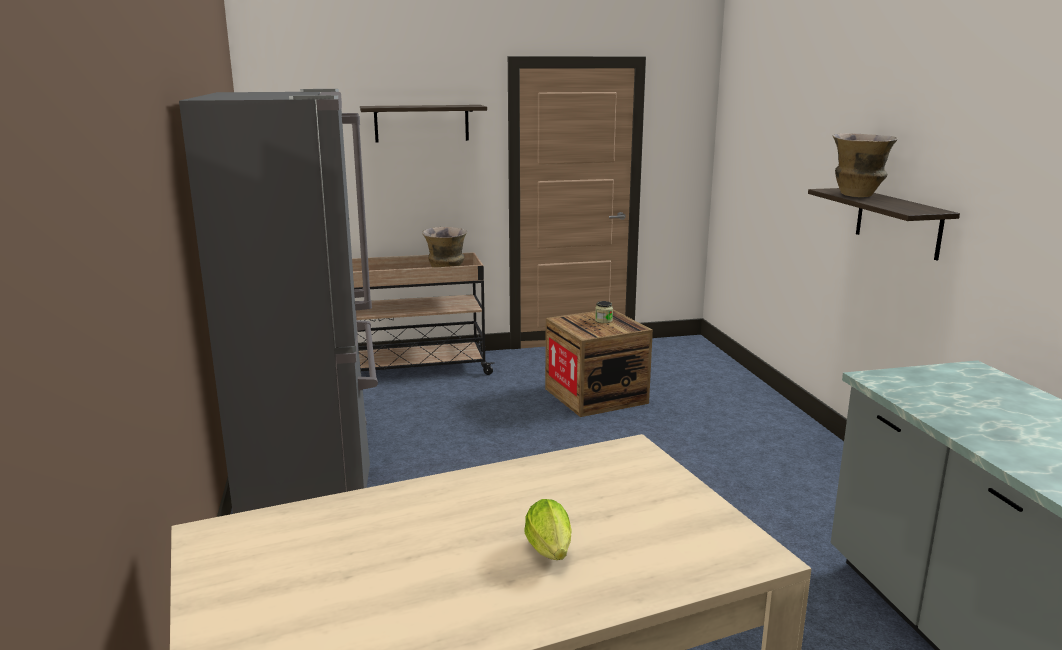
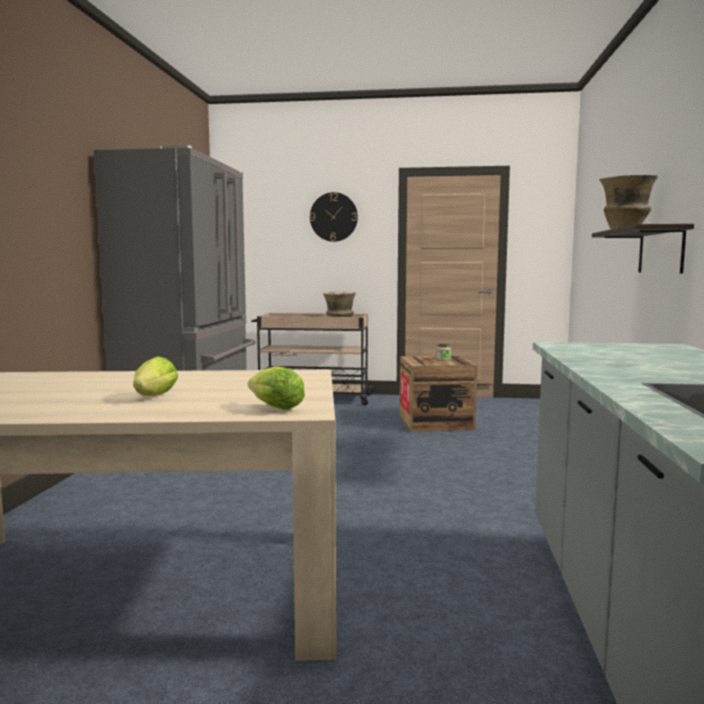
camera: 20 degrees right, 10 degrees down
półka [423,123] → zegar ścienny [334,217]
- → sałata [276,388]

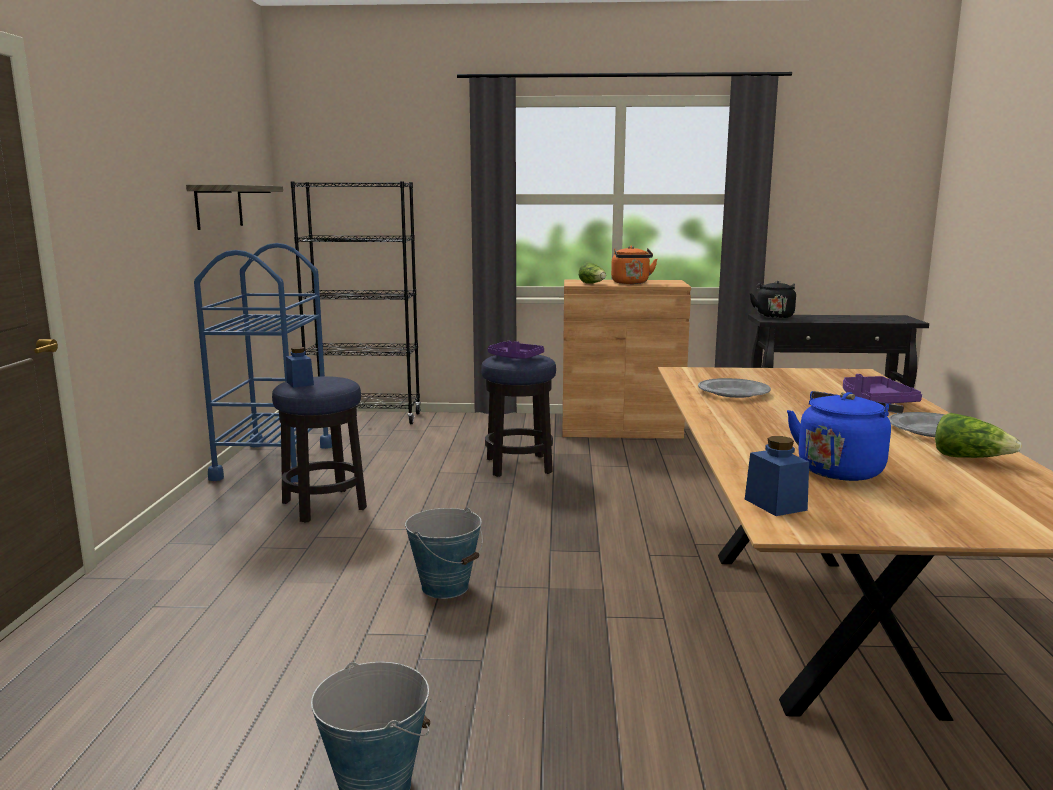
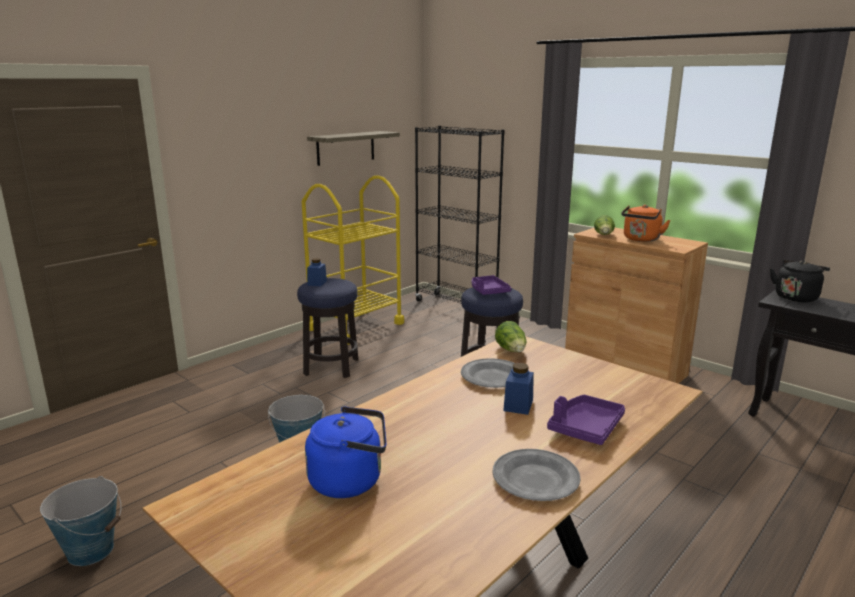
camera: 40 degrees right, 5 degrees up
wózek [niebieski] [263,363] → wózek [żółty] [353,260]
słoik [niebieski] [777,476] → słoik [niebieski] [518,389], relocated
sałata [978,435] → sałata [511,336], relocated

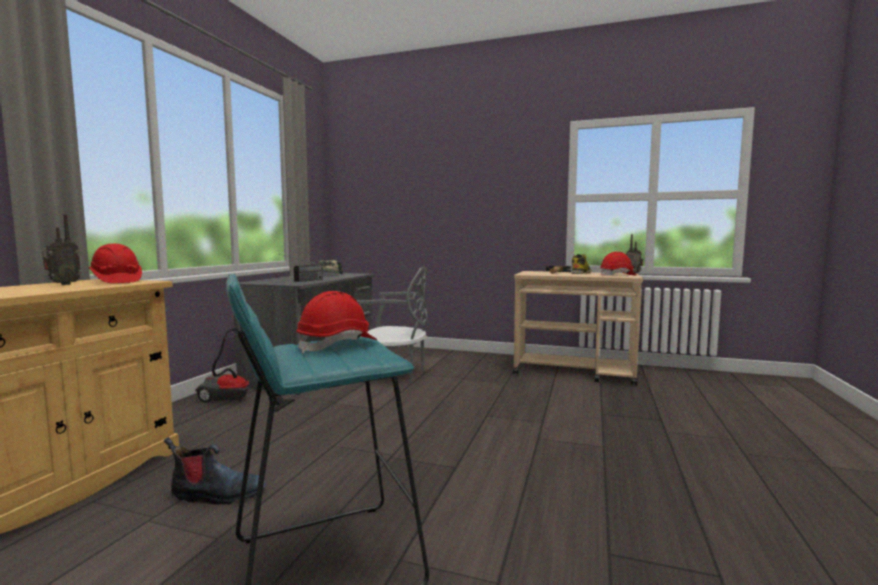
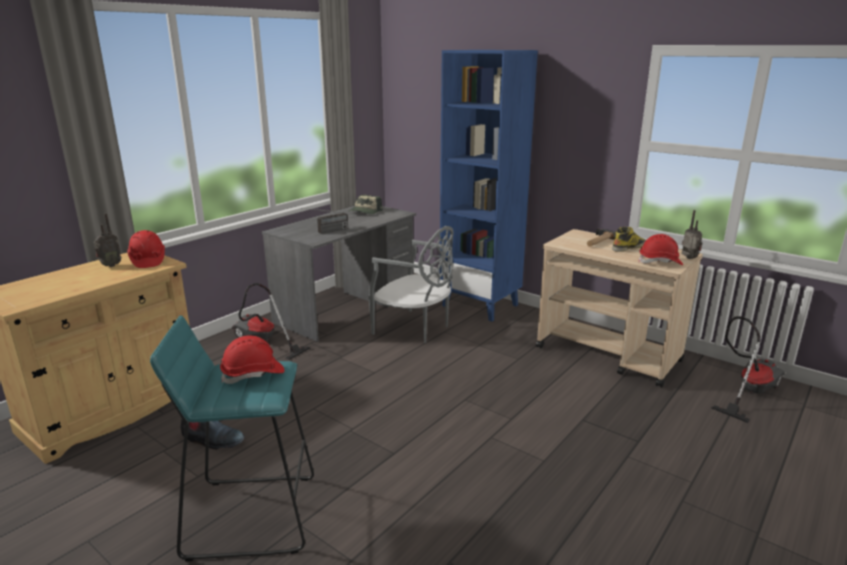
camera: 20 degrees right, 15 degrees up
- → regał [niebieski] [488,186]
- → odkurzacz [748,369]

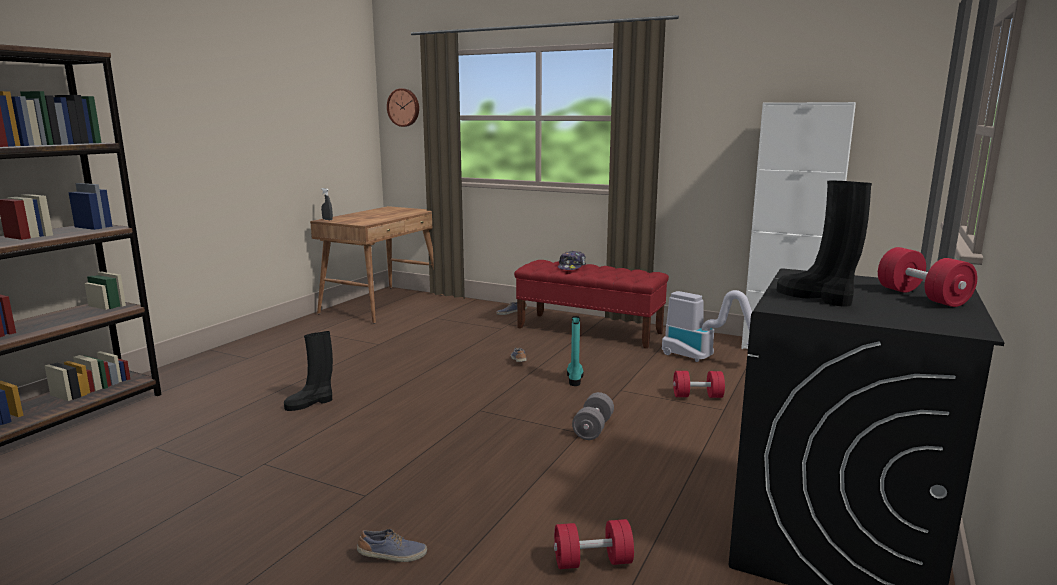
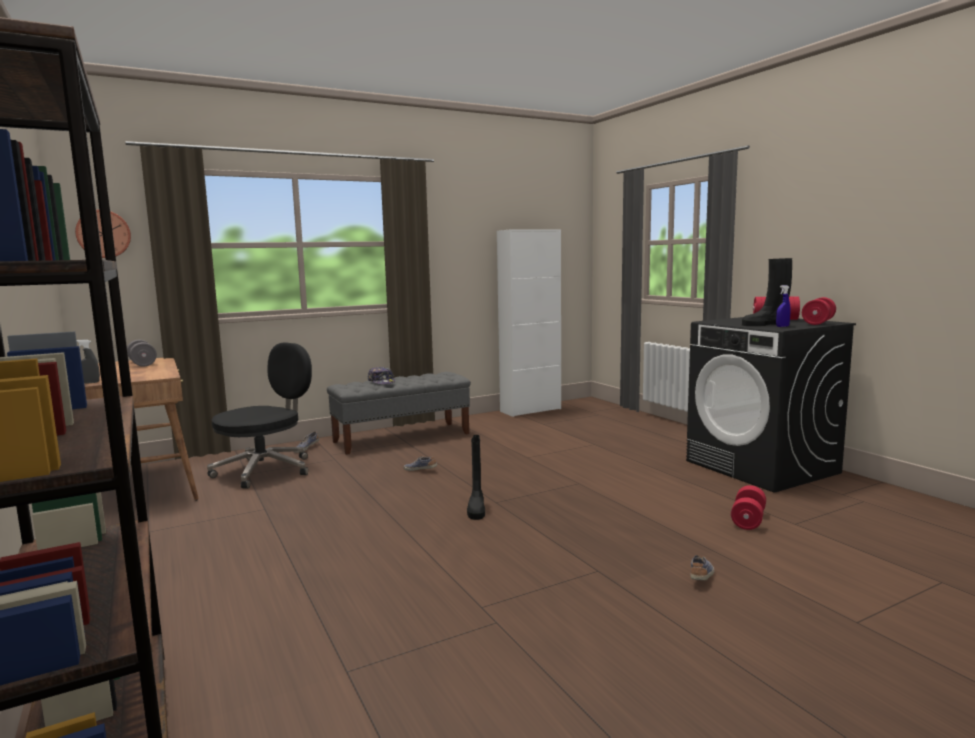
camera: 55 degrees left, 5 degrees down
but z cholewką [czarny] [308,371] → but z cholewką [czarny] [476,477], relocated
ławka [czerwony] [591,304] → ławka [szary] [399,413]
but z cholewką [turkusowy] [575,351] → -
hantel [szary] [593,416] → hantel [szary] [142,353], relocated
odkurzacz [707,326] → -
hantel [czerwony] [699,384] → hantel [czerwony] [819,311], relocated
- → krzesło biurowe [czarny] [259,415]
- → spryskiwacz [niebieski] [783,306]

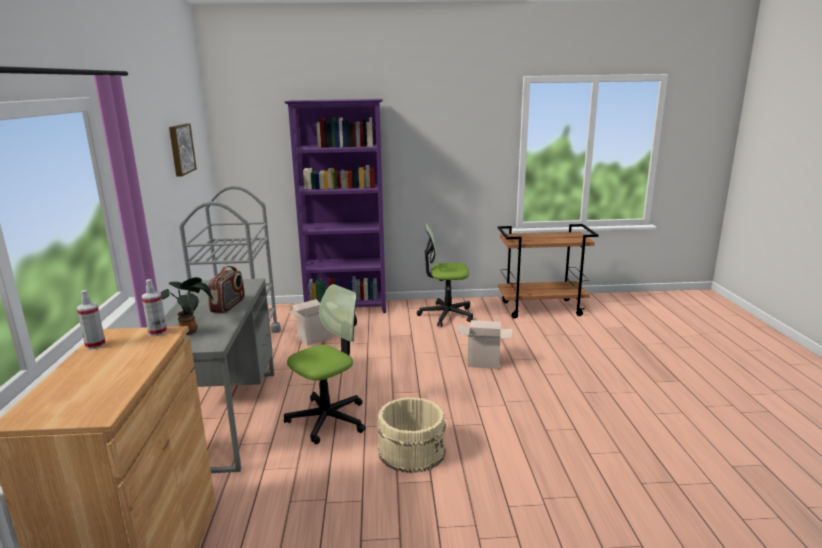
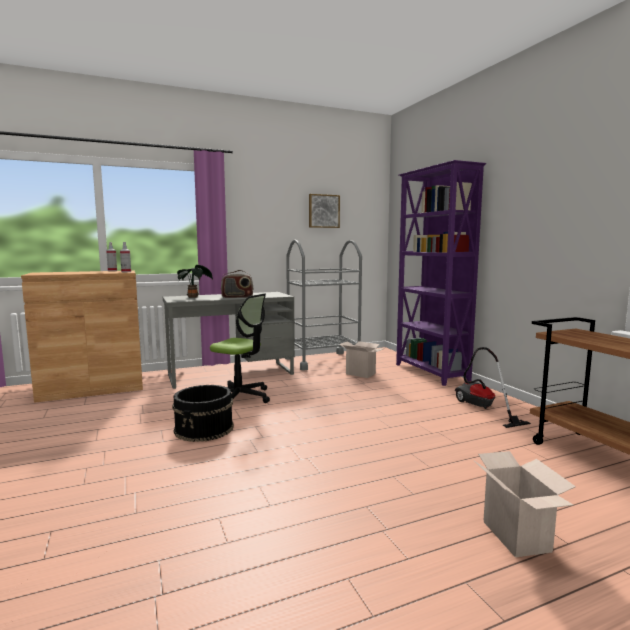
camera: 70 degrees right, 10 degrees down
wiadro [beżowy] [411,435] → wiadro [czarny] [203,413]
krzesło biurowe [445,275] → odkurzacz [493,387]
karton [485,344] → karton [525,504], relocated

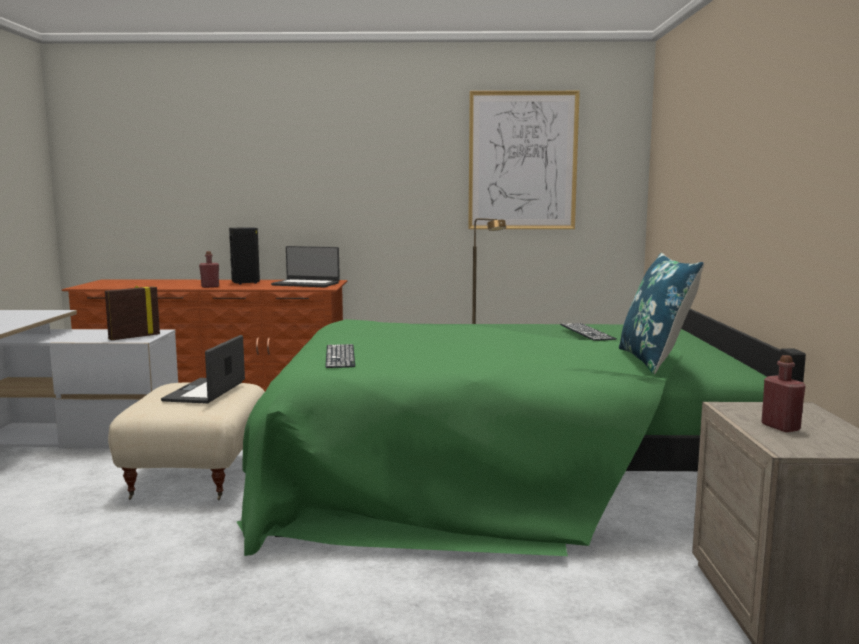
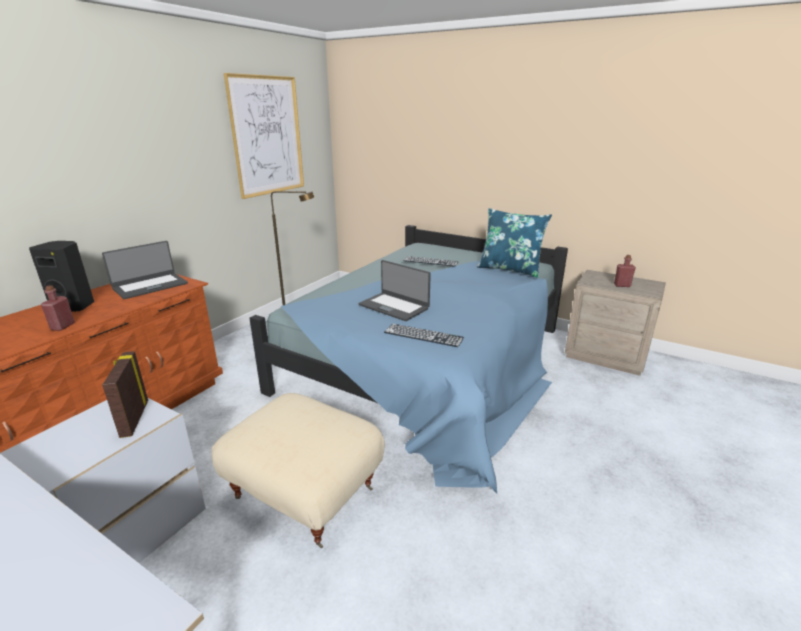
camera: 60 degrees left, 15 degrees up
laptop [203,369] → laptop [394,290], relocated
łóżko [zielony] [521,432] → łóżko [niebieski] [408,359]

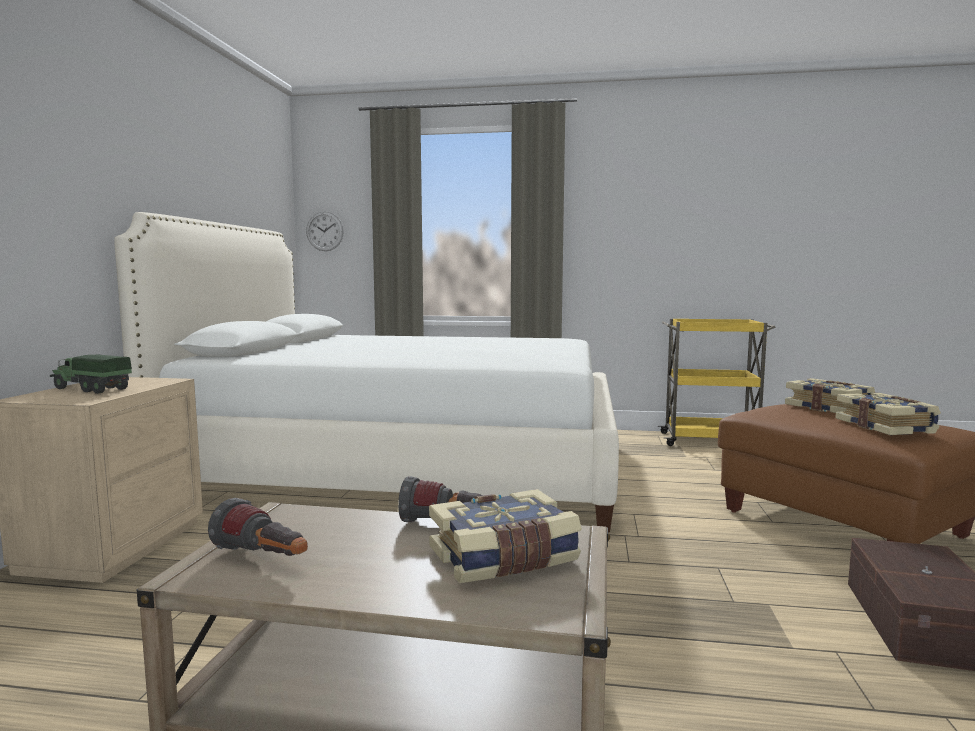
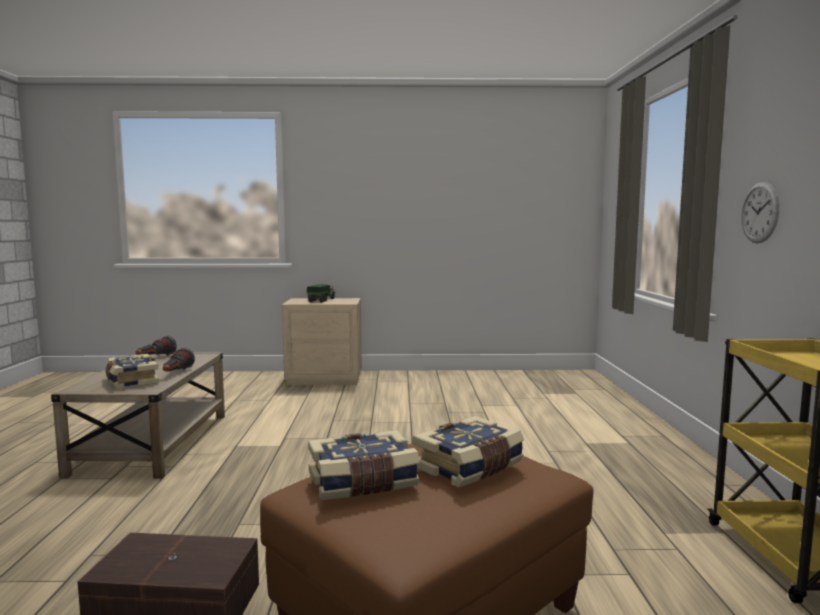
camera: 80 degrees right, 0 degrees up
łóżko [biały] [366,372] → -
zegar ścienny [325,231] → zegar ścienny [760,212], relocated

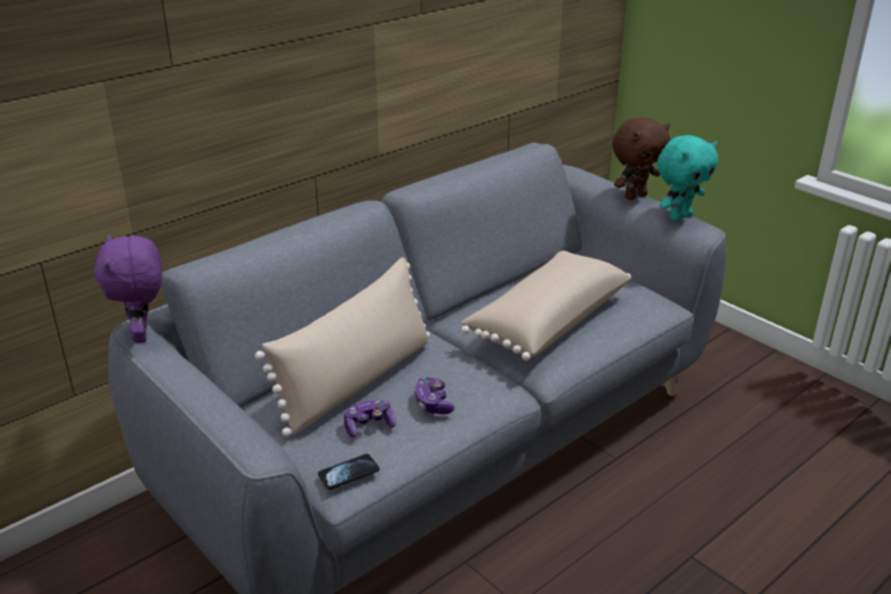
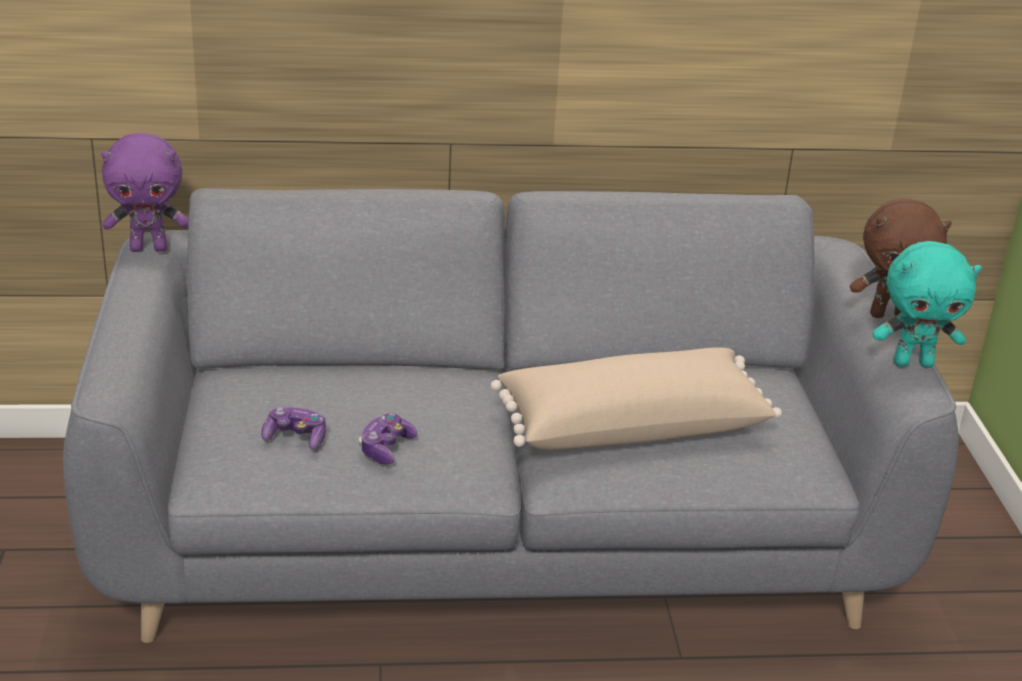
camera: 35 degrees right, 0 degrees up
pluszak [fioletowy] [128,288] → pluszak [fioletowy] [145,192], 120 degrees counterclockwise
poduszka [beżowy] [342,347] → -
telefon [349,472] → -

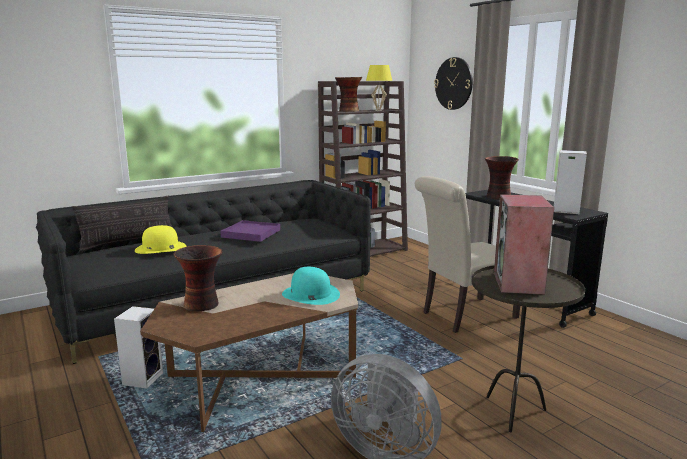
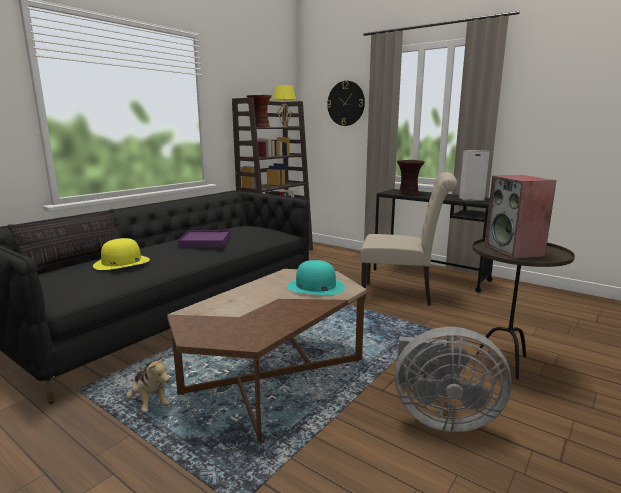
camera: 20 degrees left, 0 degrees up
głośnik [138,347] → pluszak [148,383]
wazon [198,278] → -
krzesło [beżowy] [467,254] → krzesło [beżowy] [408,238], 120 degrees counterclockwise

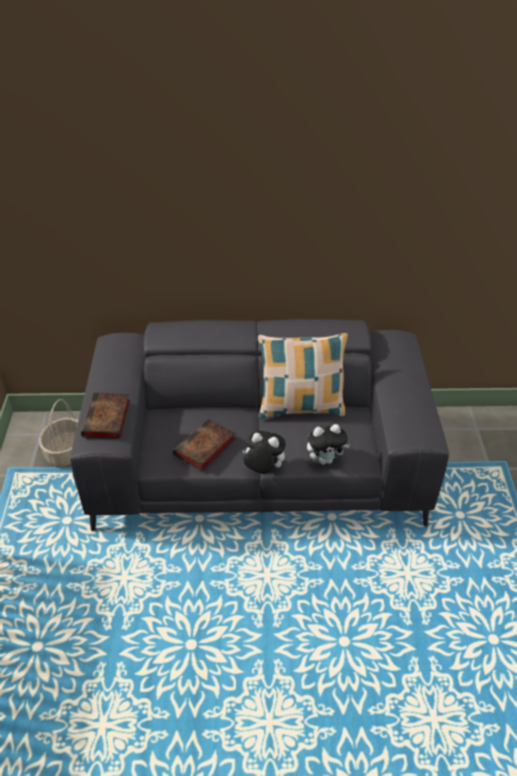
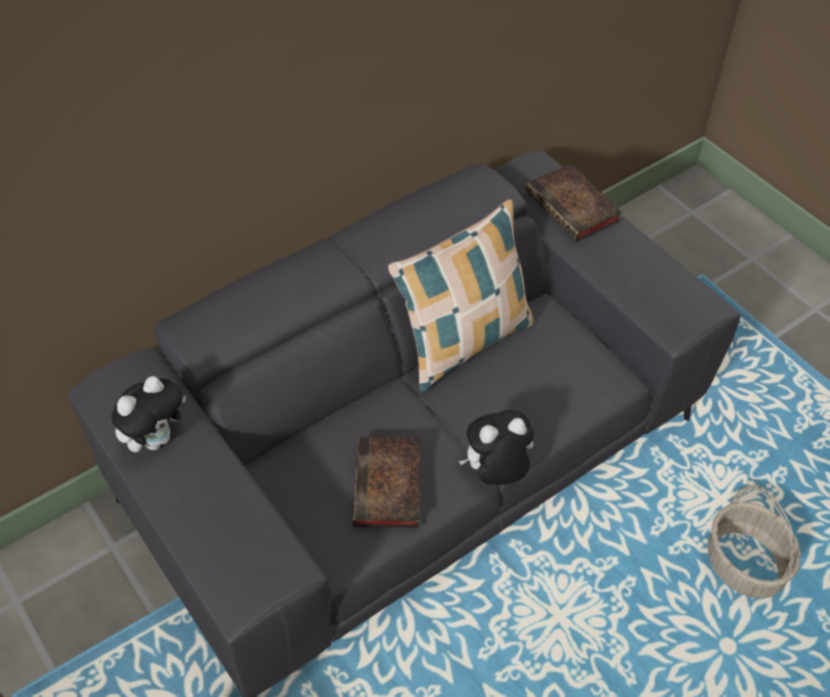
camera: 35 degrees left, 10 degrees up
koszyk [58,432] → koszyk [754,542], relocated
książka [105,416] → książka [574,202], relocated
pluszak [328,444] → pluszak [148,414], relocated

